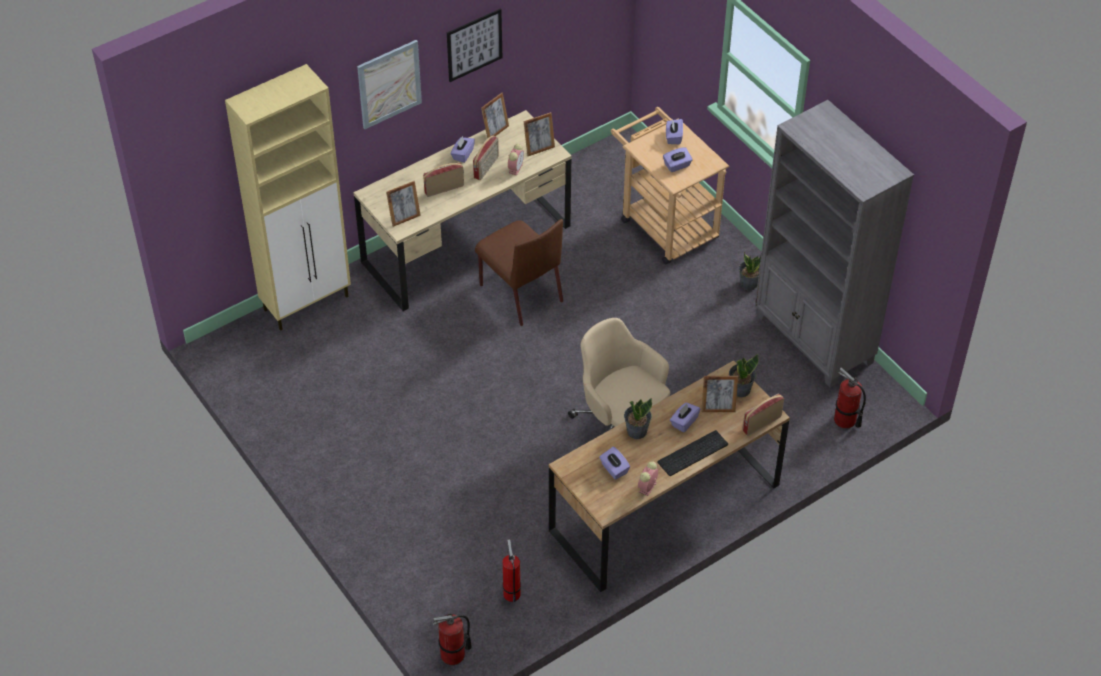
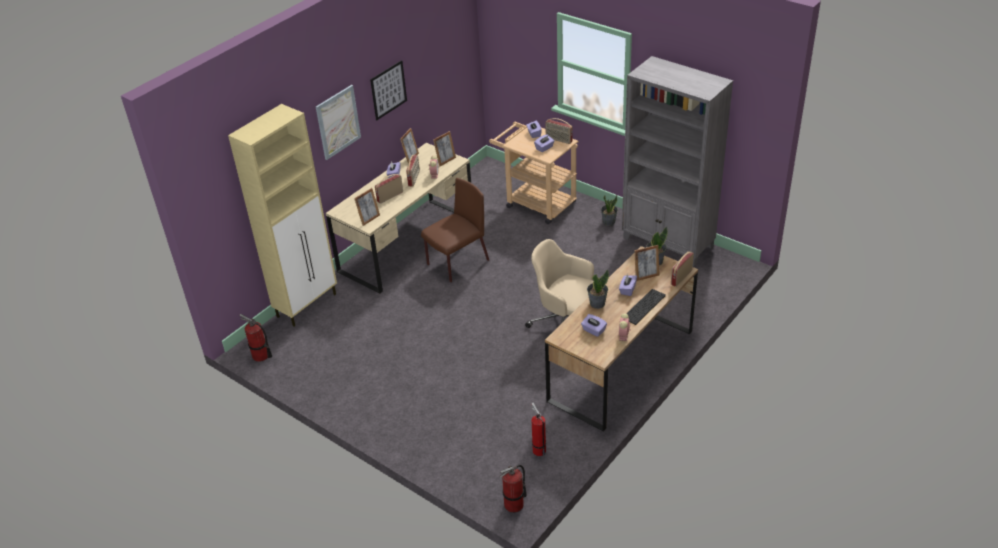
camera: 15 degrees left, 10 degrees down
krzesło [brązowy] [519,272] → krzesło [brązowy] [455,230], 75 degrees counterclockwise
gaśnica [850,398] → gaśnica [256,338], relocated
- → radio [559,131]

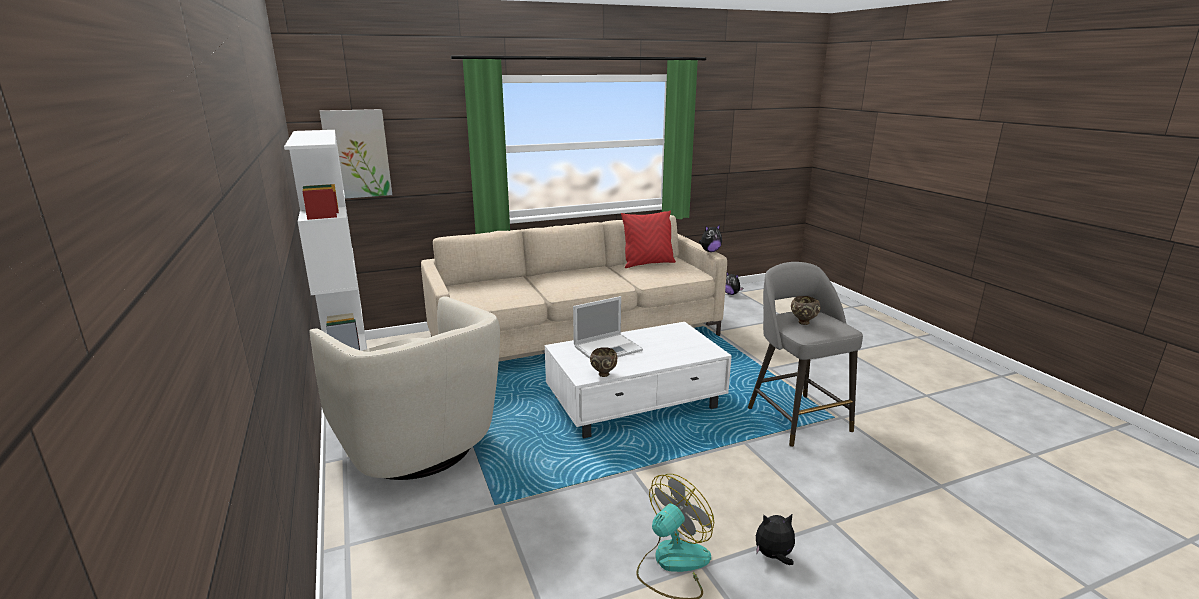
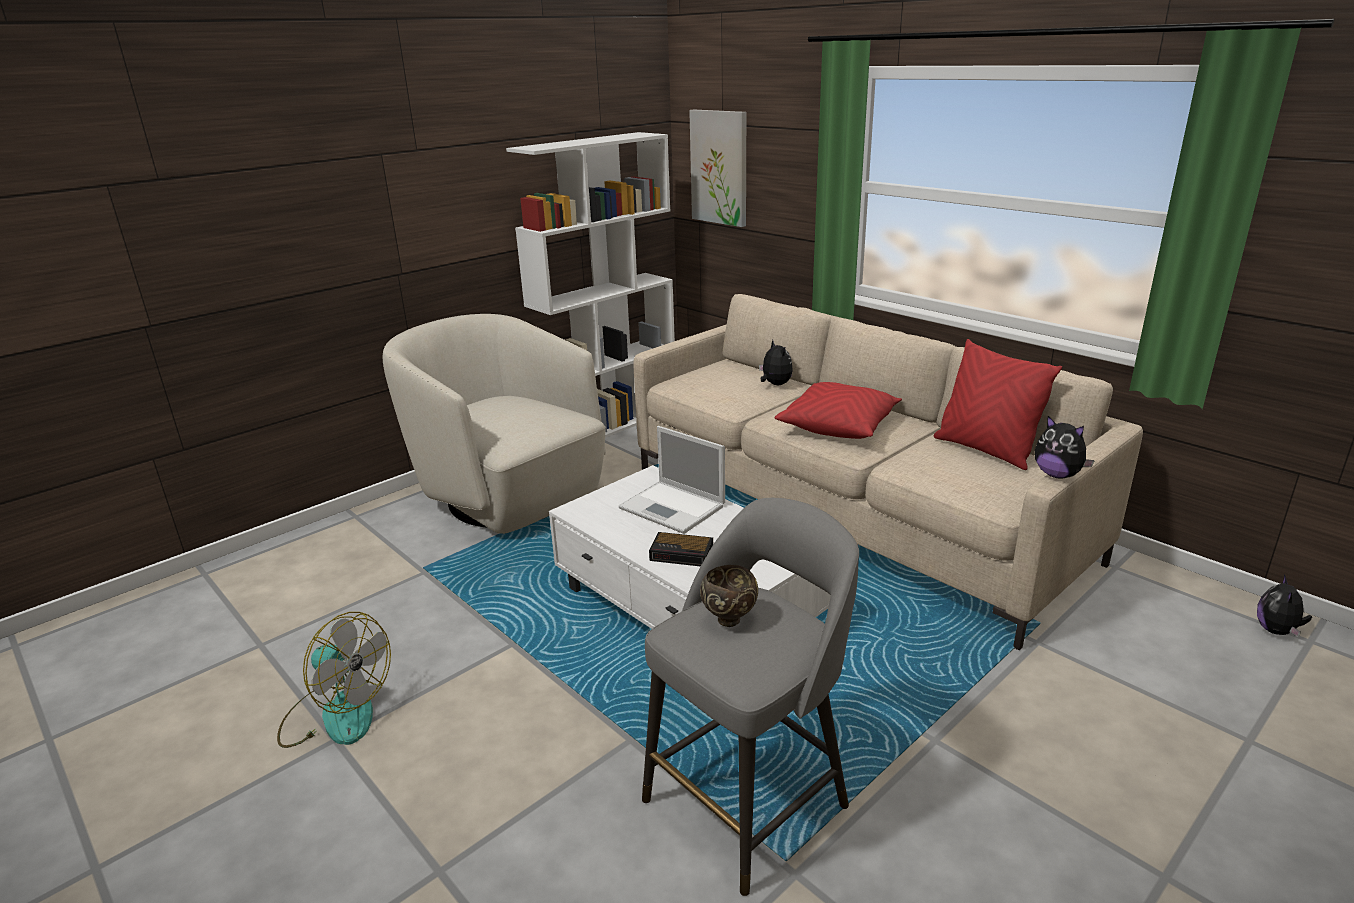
camera: 70 degrees right, 5 degrees up
fotel [beżowy] [405,388] → fotel [beżowy] [494,424], 105 degrees clockwise
miska [brązowy] [603,362] → -
pluszak [775,539] → pluszak [776,362], relocated
- → budzik [681,549]
- → poduszka [czerwony] [838,410]

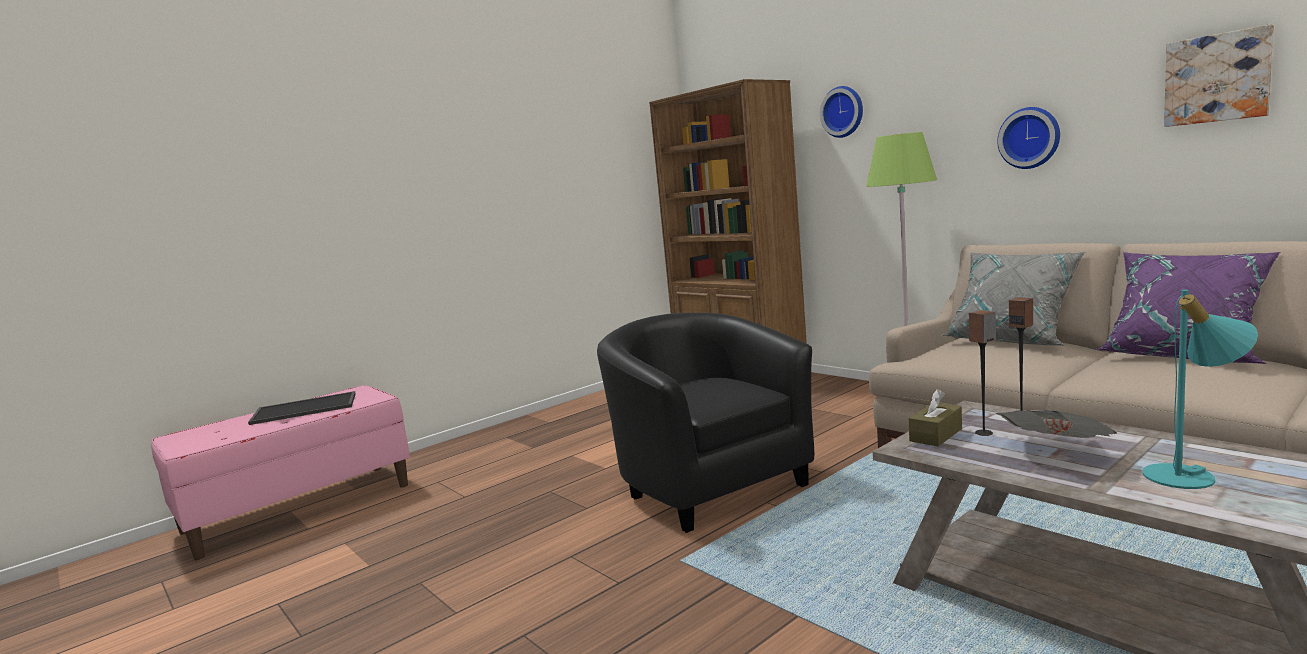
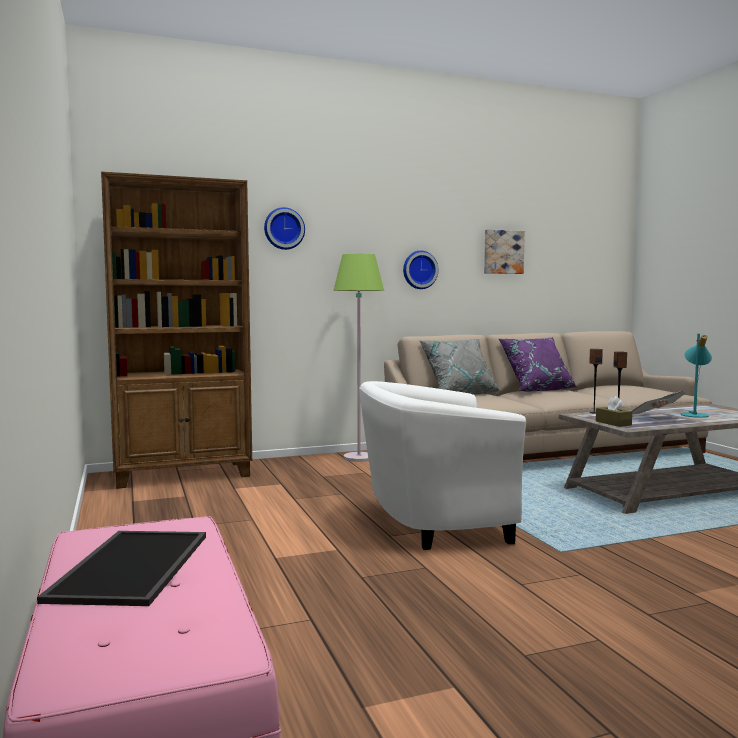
camera: 70 degrees left, 5 degrees down
fotel [czarny] [705,423] → fotel [biały] [442,465]

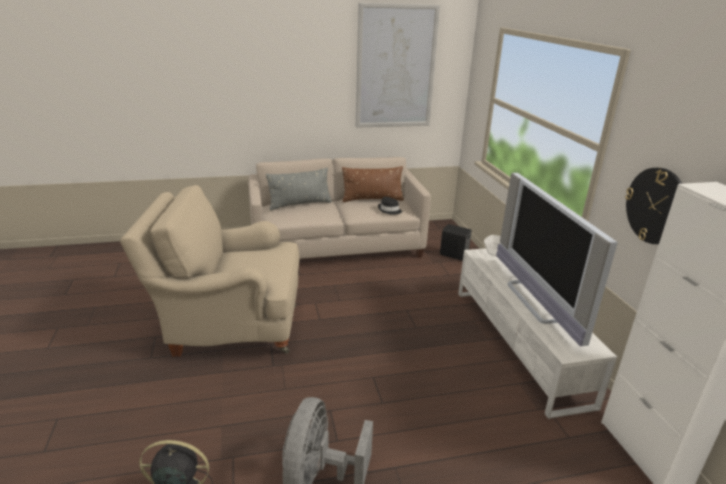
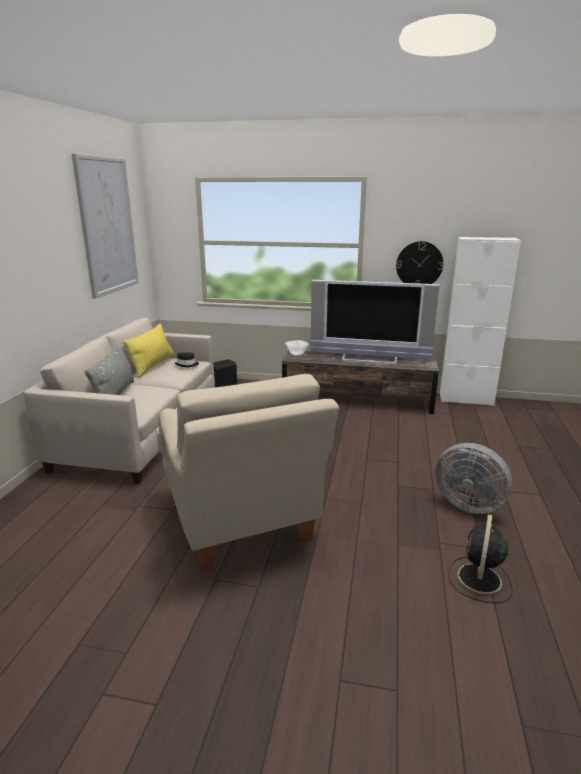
camera: 65 degrees left, 5 degrees down
fotel [beżowy] [210,271] → fotel [beżowy] [248,471], 45 degrees counterclockwise
poduszka [brązowy] [373,184] → poduszka [żółty] [149,350]
szafka pod telewizor [biały] [537,333] → szafka pod telewizor [brązowy] [360,382]

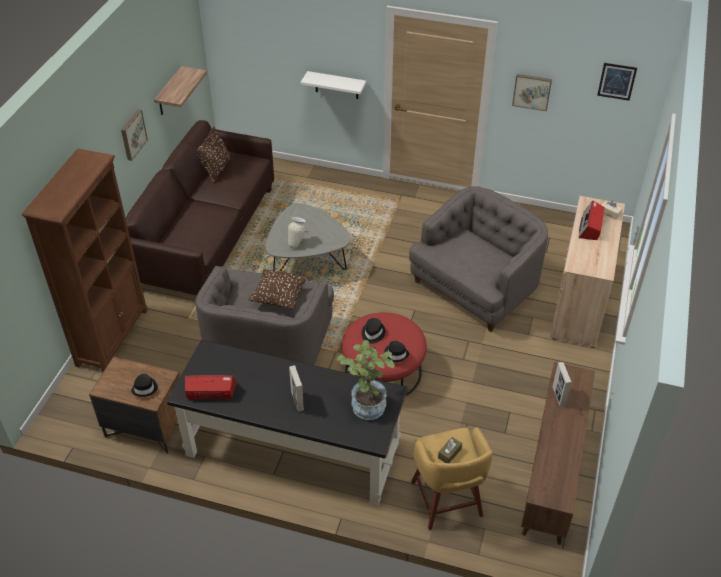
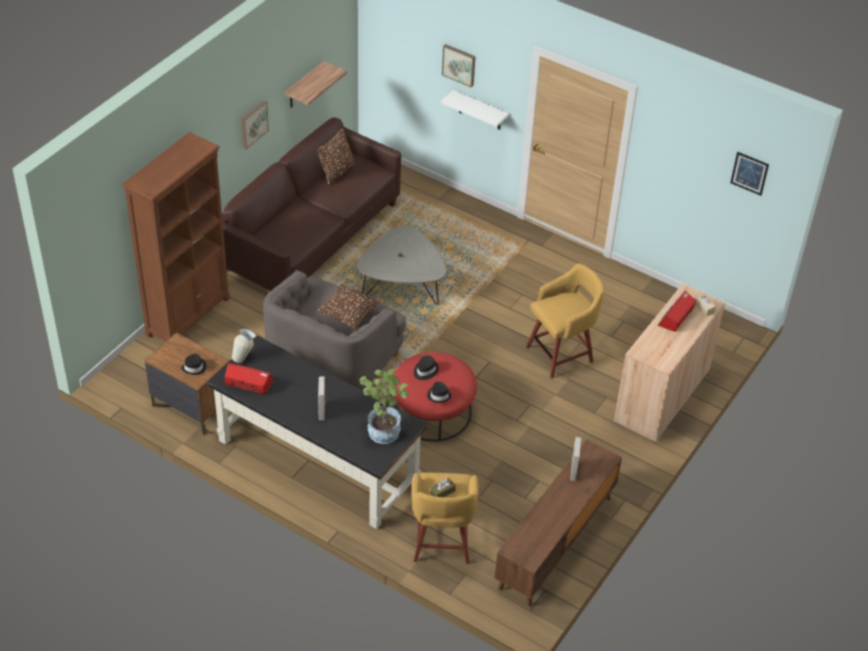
camera: 15 degrees right, 0 degrees up
wazon [297,232] → wazon [244,346], relocated
fotel [szary] [478,259] → stołek [żółty] [565,321]
obraz [532,92] → obraz [458,65], relocated

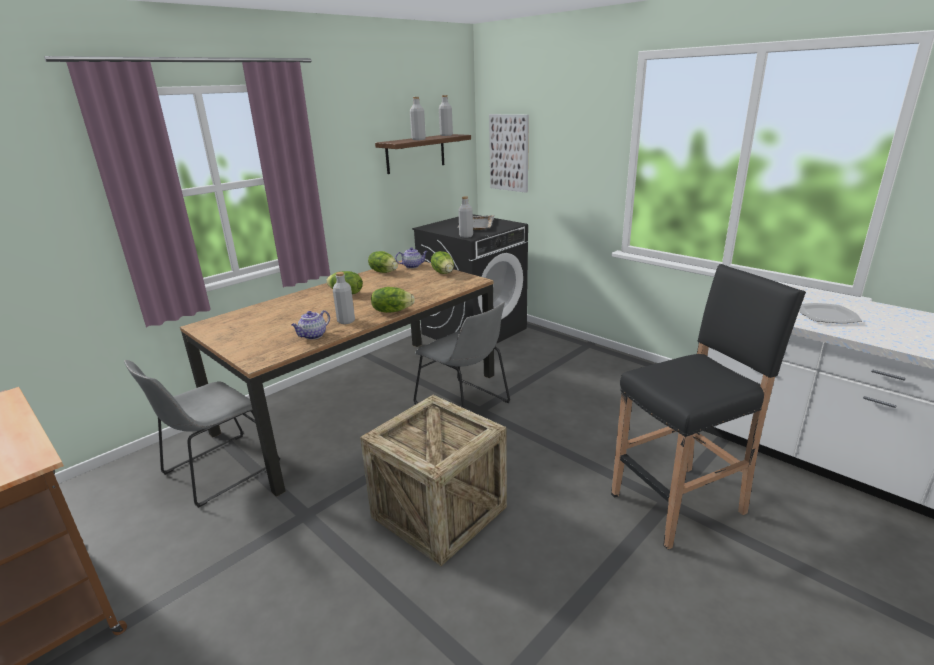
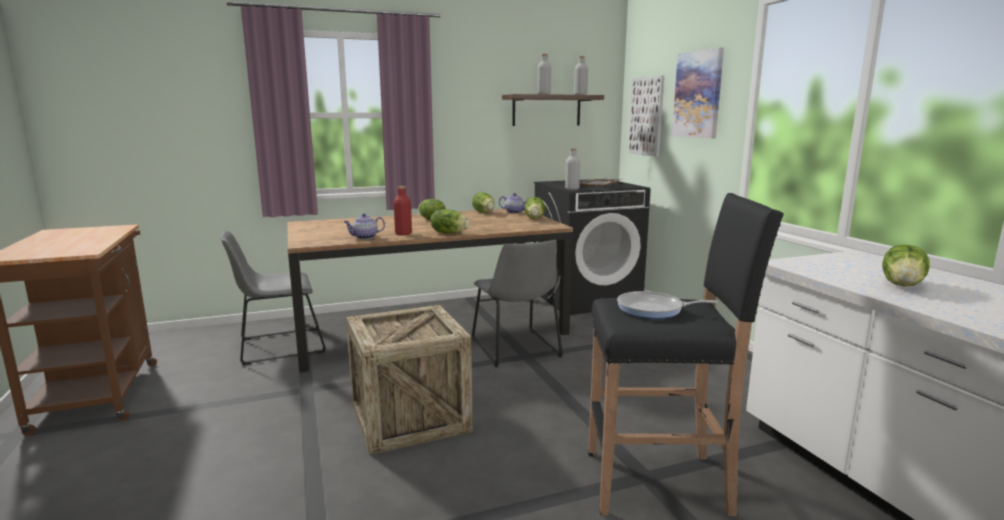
camera: 25 degrees right, 10 degrees down
butelka [szary] [344,298] → butelka [czerwony] [403,210]
talerz [830,313] → sałata [906,265]
- → patelnia [667,305]
- → obraz [698,92]

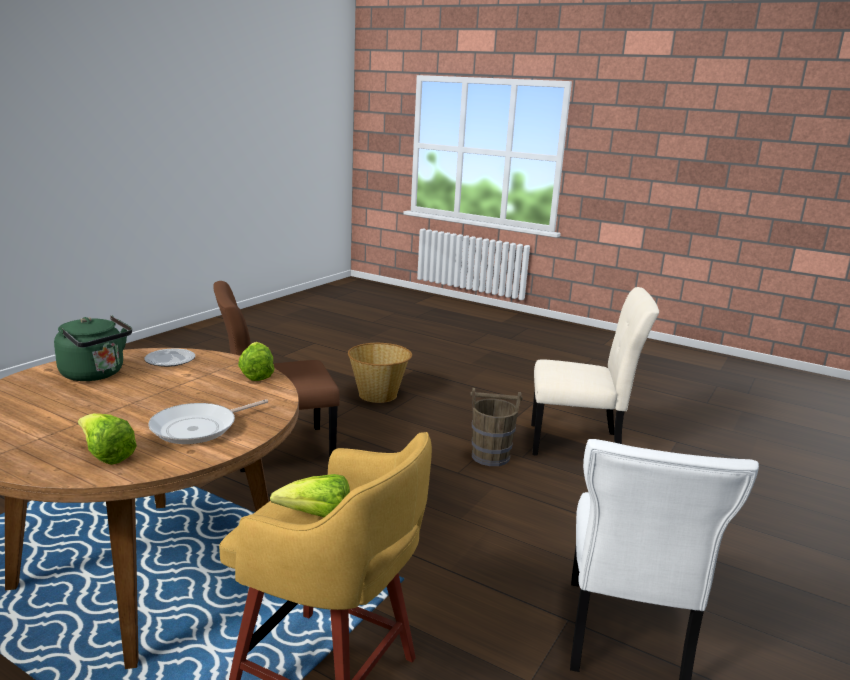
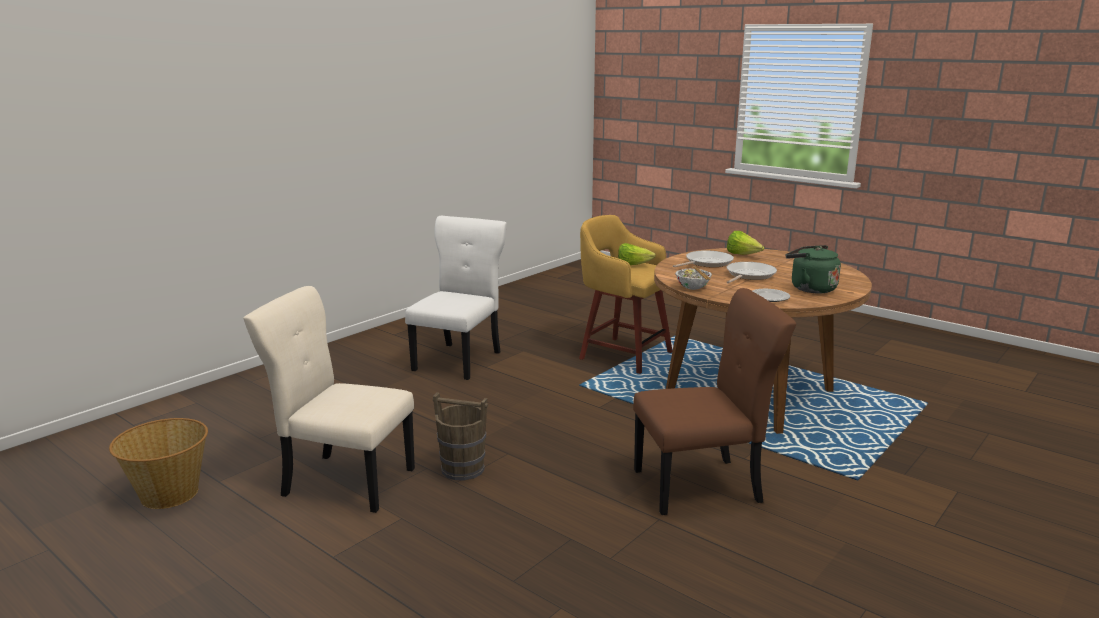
camera: 170 degrees left, 0 degrees up
sałata [256,361] → miska [693,278]
koszyk [380,373] → koszyk [158,463], relocated
- → patelnia [752,272]

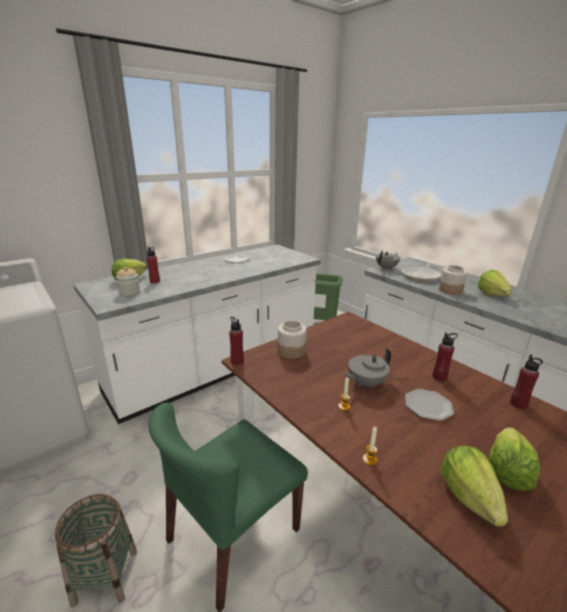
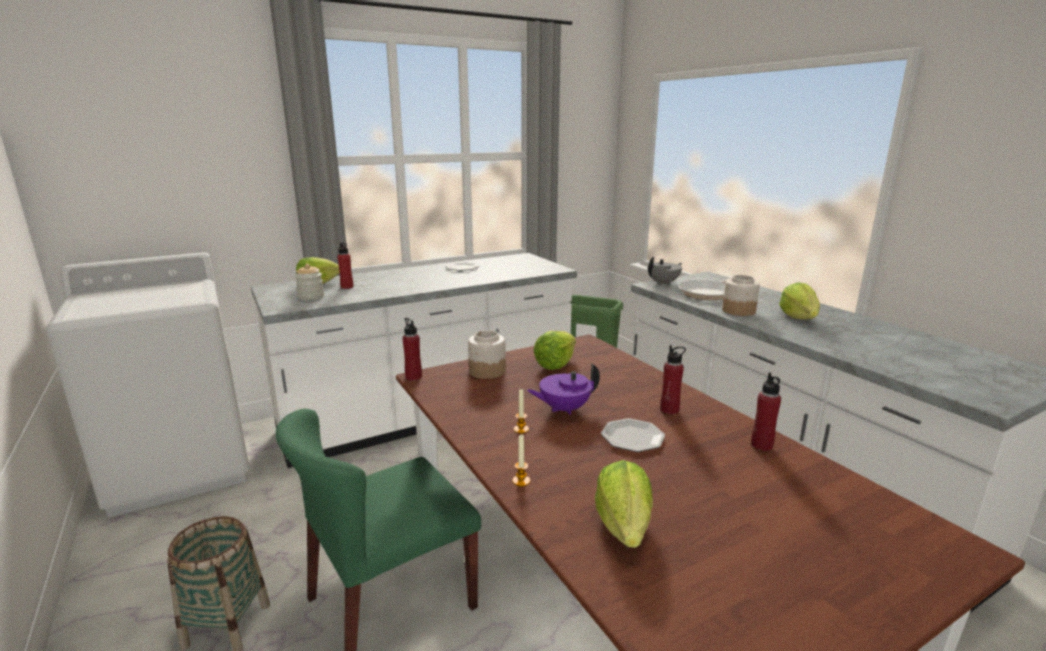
camera: 10 degrees right, 5 degrees down
imbryk [szary] [367,368] → imbryk [fioletowy] [563,389]
sałata [514,459] → sałata [555,350], relocated

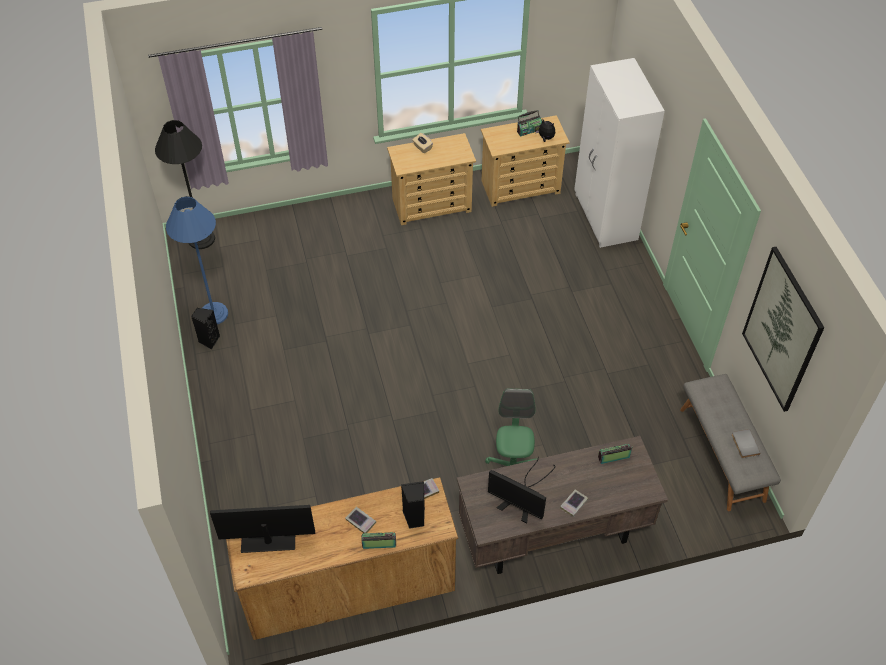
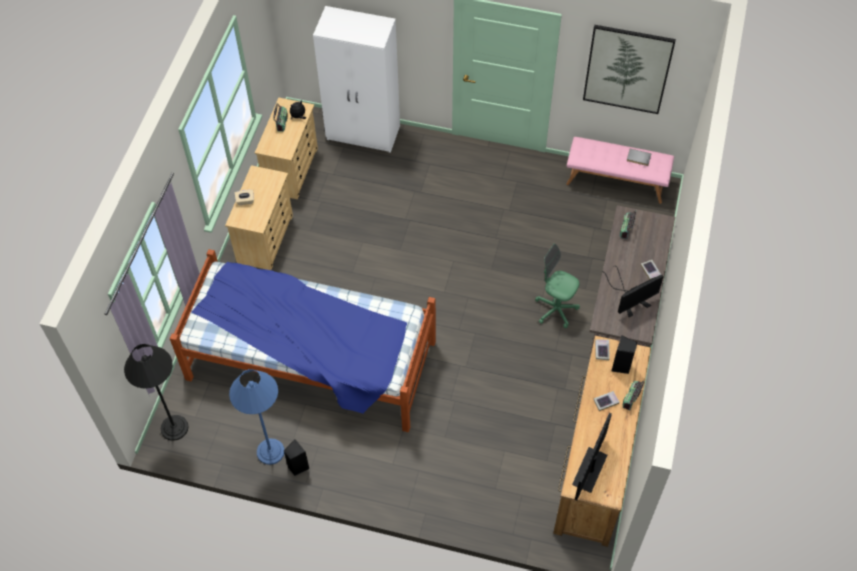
camera: 60 degrees left, 5 degrees up
ławka [szary] [730,442] → ławka [różowy] [620,170]
- → łóżko [303,340]

